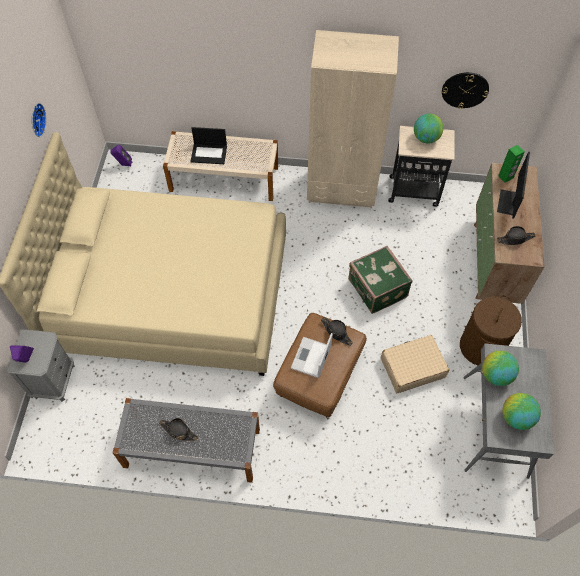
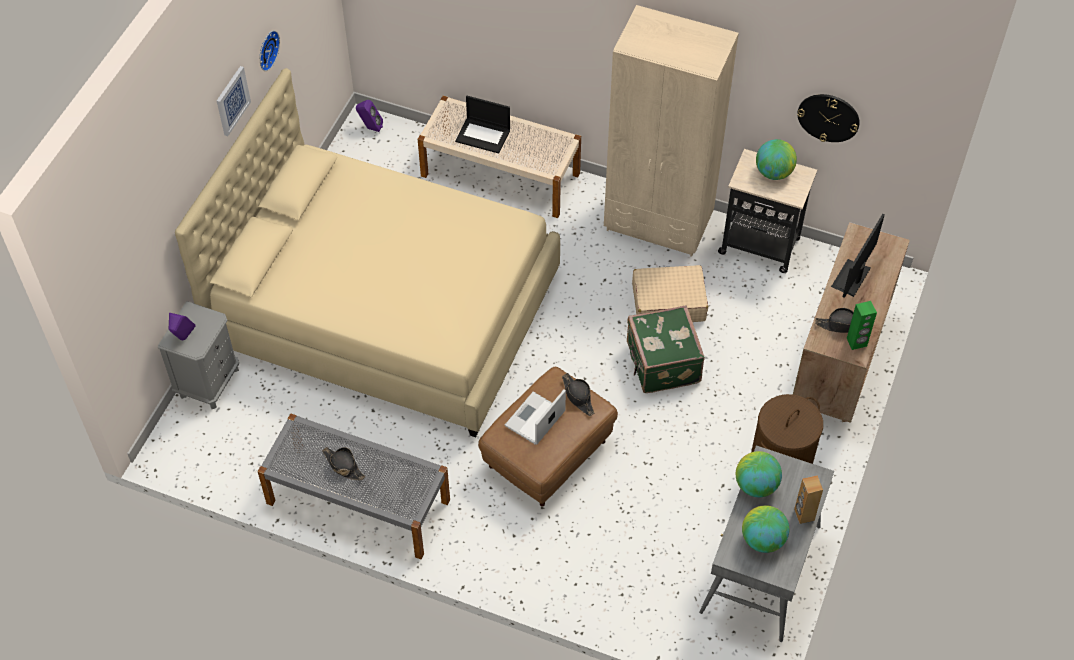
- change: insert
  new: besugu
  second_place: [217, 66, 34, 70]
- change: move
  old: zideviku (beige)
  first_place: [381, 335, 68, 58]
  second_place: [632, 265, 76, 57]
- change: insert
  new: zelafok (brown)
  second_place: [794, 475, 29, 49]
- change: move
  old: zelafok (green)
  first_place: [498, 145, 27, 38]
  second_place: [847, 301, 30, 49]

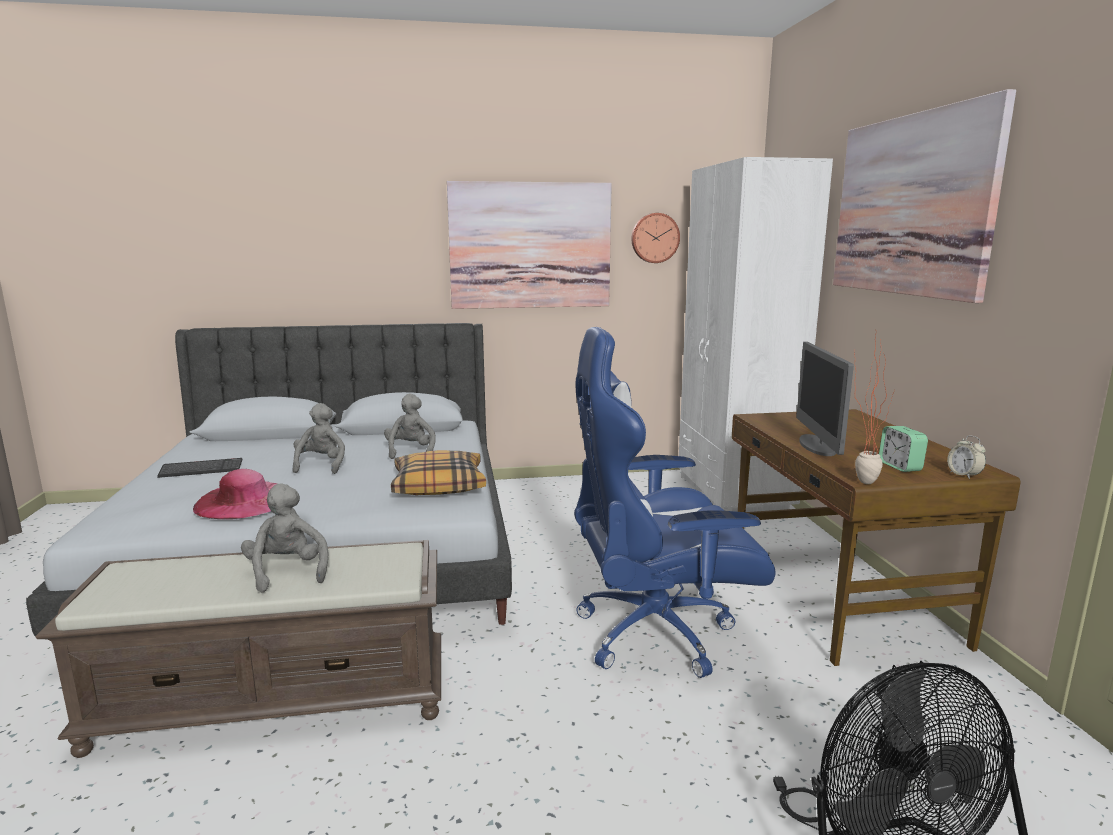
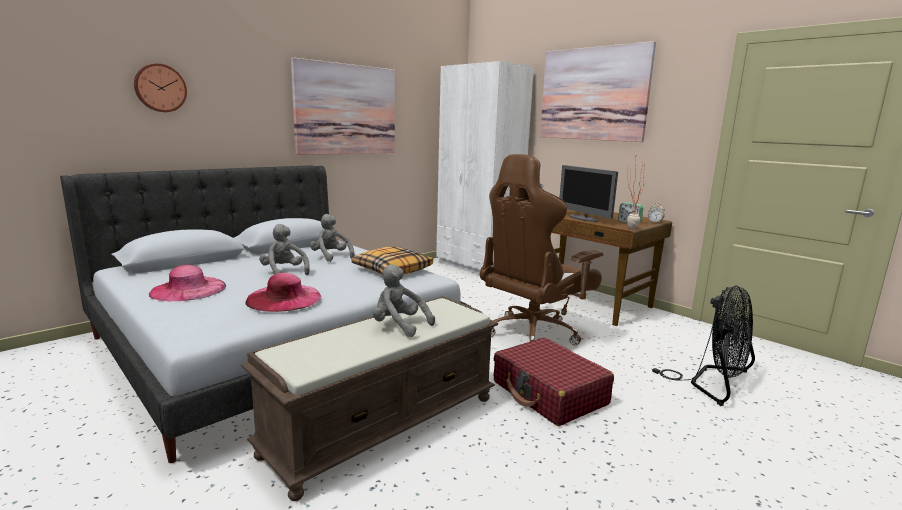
- change: move
  old: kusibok
  first_place: [631, 213, 49, 50]
  second_place: [134, 63, 53, 49]
- change: replace
  old: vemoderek
  new: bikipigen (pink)
  first_place: [157, 458, 85, 20]
  second_place: [149, 265, 77, 37]
- change: recolor
  old: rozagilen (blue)
  new: rozagilen (brown)
  first_place: [574, 327, 202, 351]
  second_place: [480, 154, 123, 191]
- change: insert
  new: zideviku (red)
  second_place: [494, 337, 120, 89]

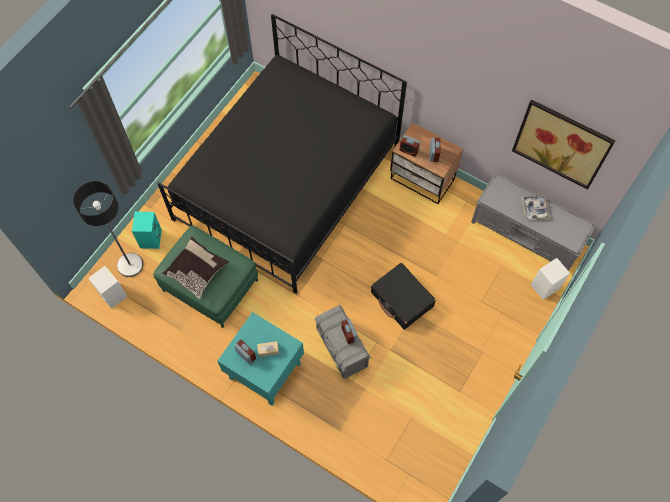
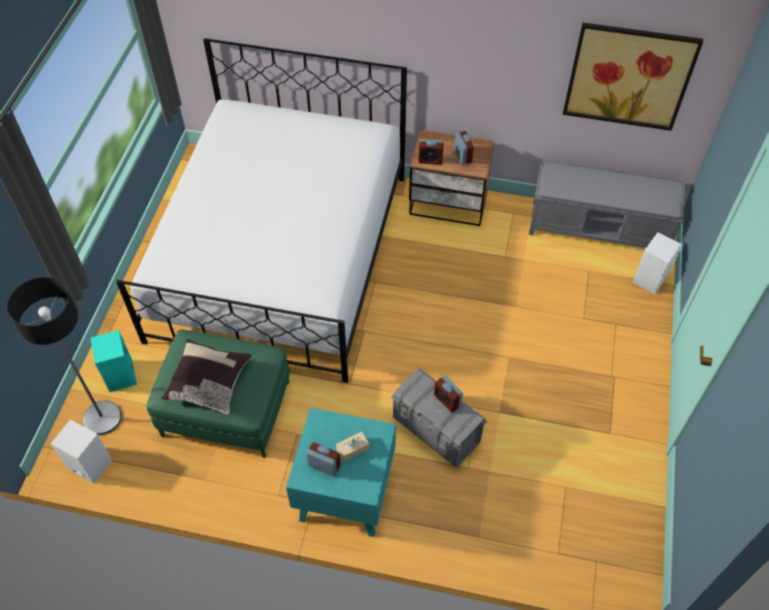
- change: recolor
  old: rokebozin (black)
  new: rokebozin (white)
  first_place: [157, 14, 250, 280]
  second_place: [116, 38, 291, 345]
- change: delete
  old: zideviku (black)
  first_place: [371, 263, 65, 67]
- change: delete
  old: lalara
  first_place: [522, 195, 28, 24]

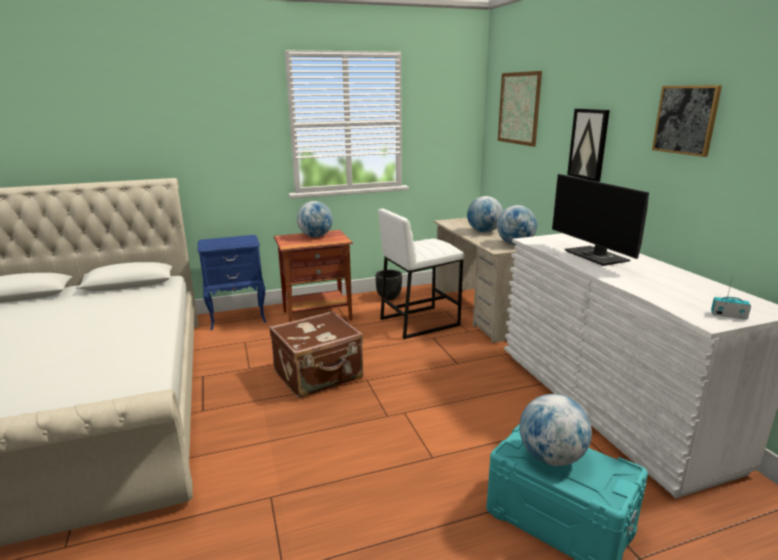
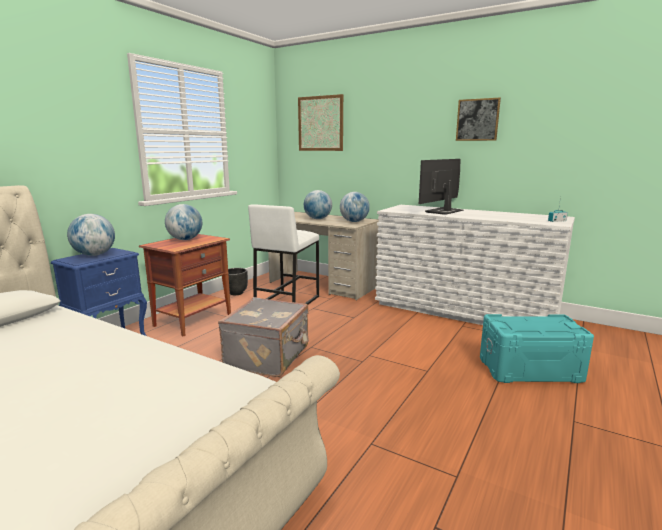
- change: move
  old: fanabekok
  first_place: [519, 394, 73, 72]
  second_place: [67, 214, 48, 42]
- change: recolor
  old: zideviku (brown)
  new: zideviku (grey)
  first_place: [269, 311, 94, 87]
  second_place: [218, 297, 91, 80]
- change: rotate
  old: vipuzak
  first_place: [552, 174, 97, 92]
  second_place: [419, 159, 44, 56]
  degrees: 105
- change: delete
  old: besugu
  first_place: [567, 109, 43, 73]

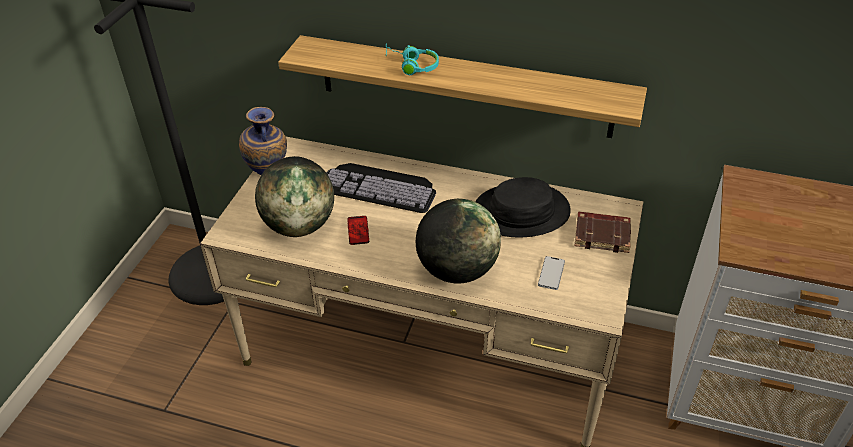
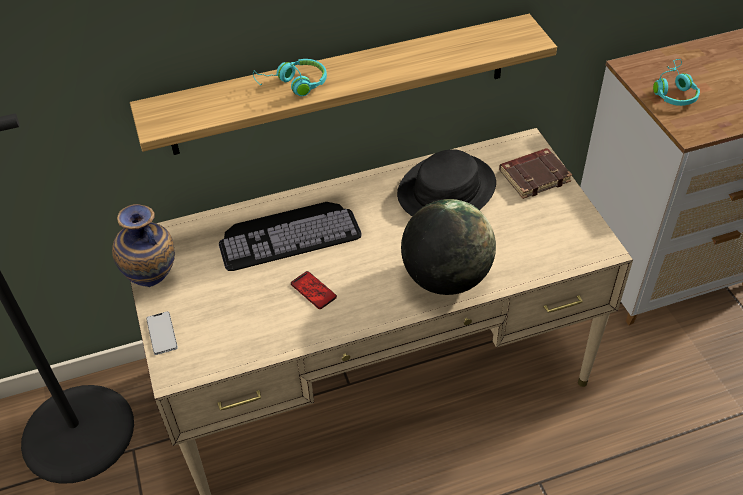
- change: move
  old: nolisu
  first_place: [538, 256, 27, 34]
  second_place: [146, 311, 32, 44]
- change: insert
  new: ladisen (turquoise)
  second_place: [653, 59, 47, 47]
- change: delete
  old: fanabekok
  first_place: [255, 156, 79, 81]

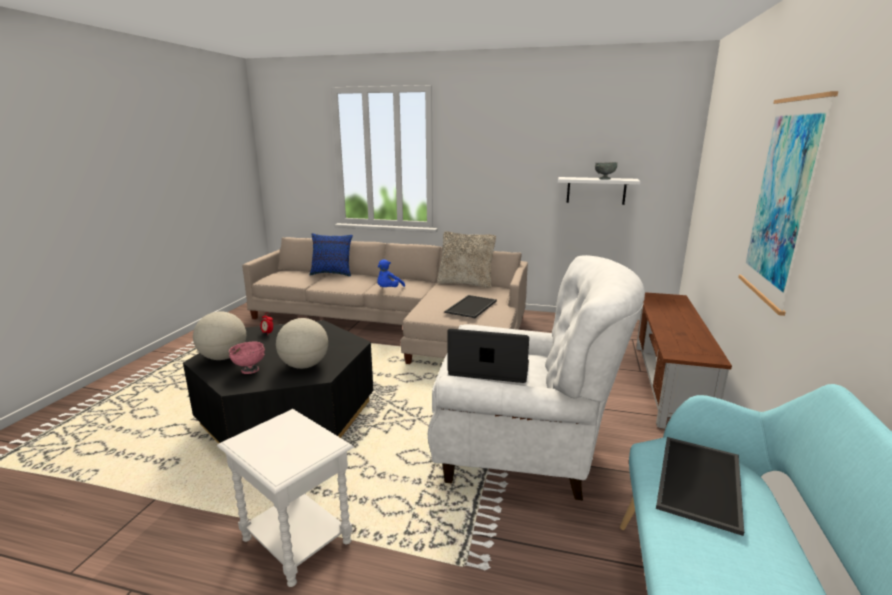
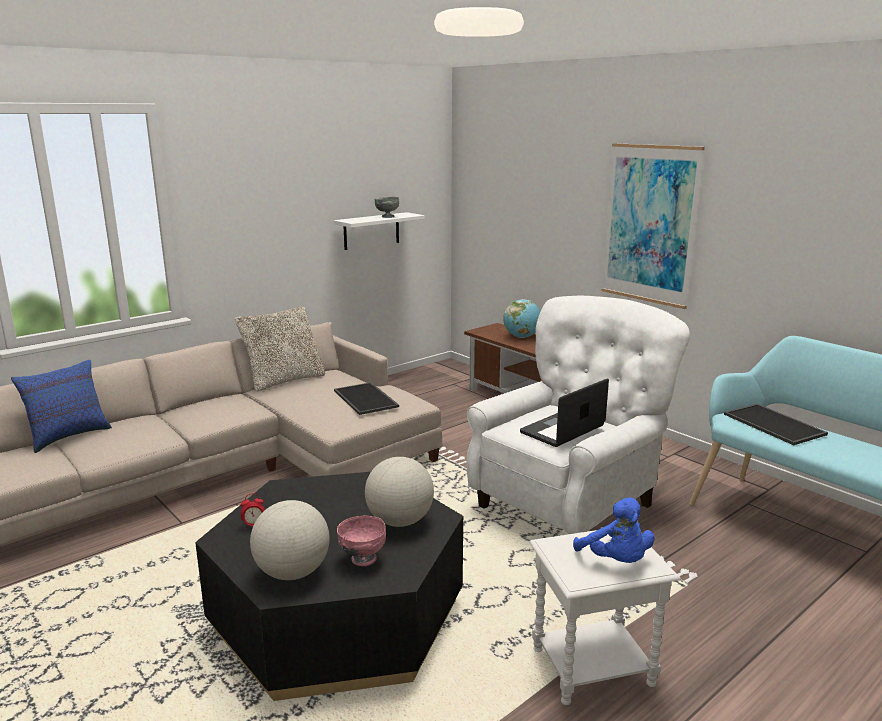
- change: insert
  new: fanabekok
  second_place: [503, 299, 38, 39]
- change: move
  old: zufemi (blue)
  first_place: [377, 259, 28, 28]
  second_place: [573, 497, 81, 66]

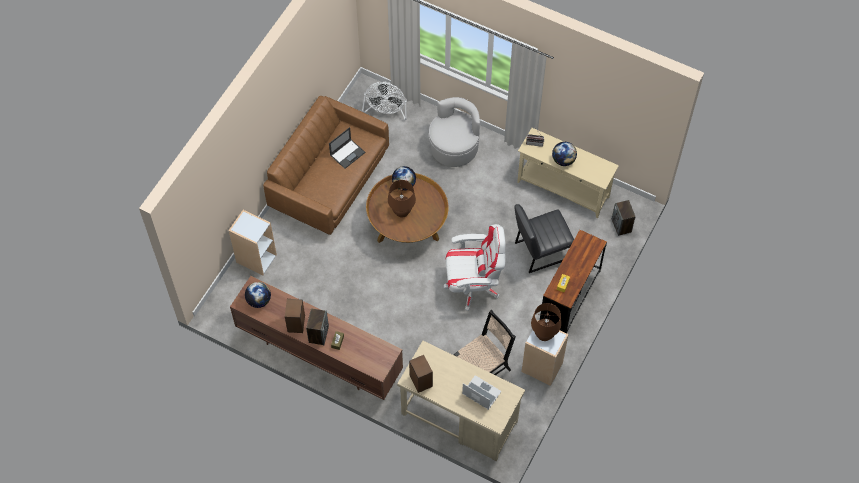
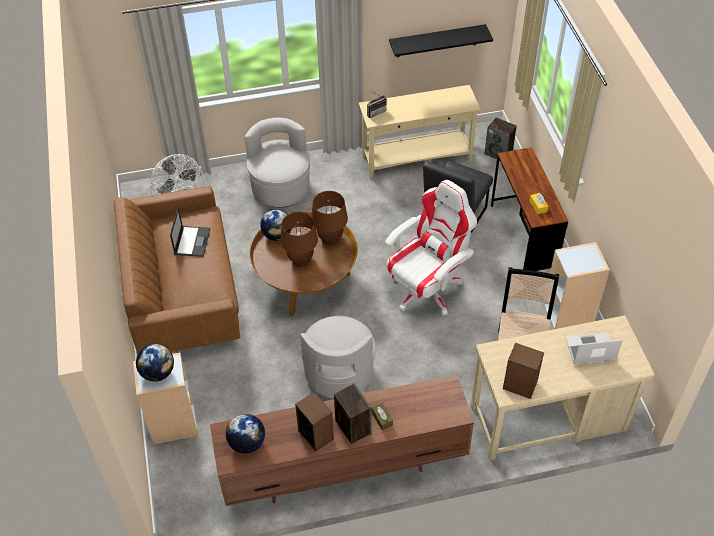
- change: move
  old: fanabekok
  first_place: [552, 142, 25, 24]
  second_place: [136, 344, 38, 38]
- change: insert
  new: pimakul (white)
  second_place: [300, 316, 75, 83]
- change: move
  old: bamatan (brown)
  first_place: [531, 303, 30, 38]
  second_place: [311, 191, 37, 54]
- change: insert
  new: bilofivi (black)
  second_place: [389, 24, 104, 33]

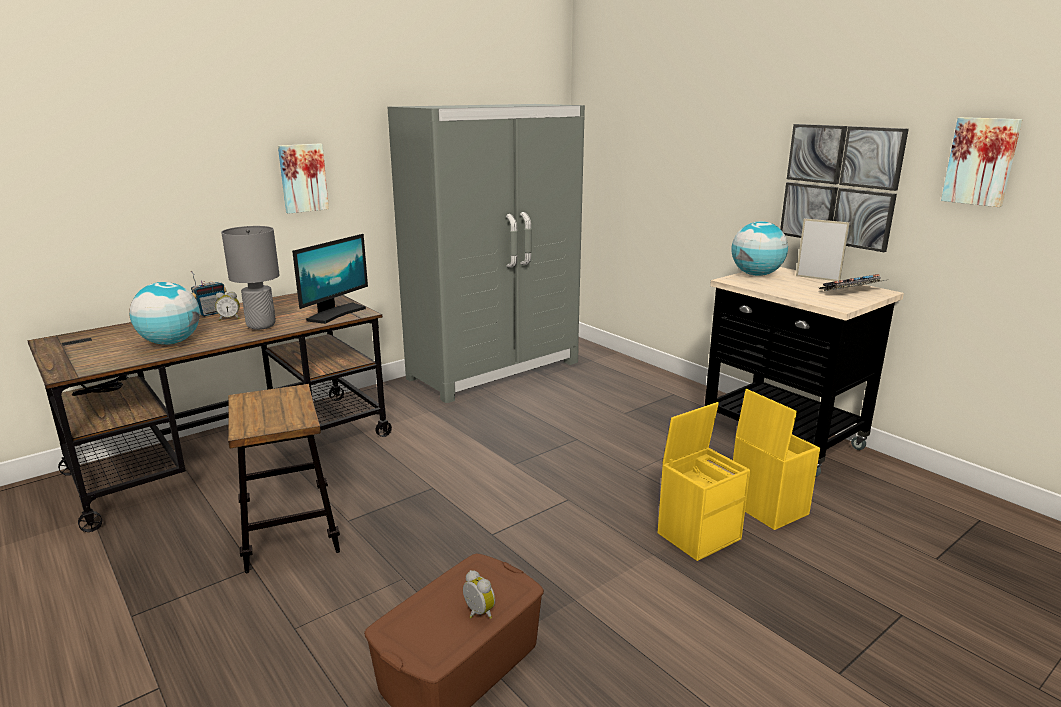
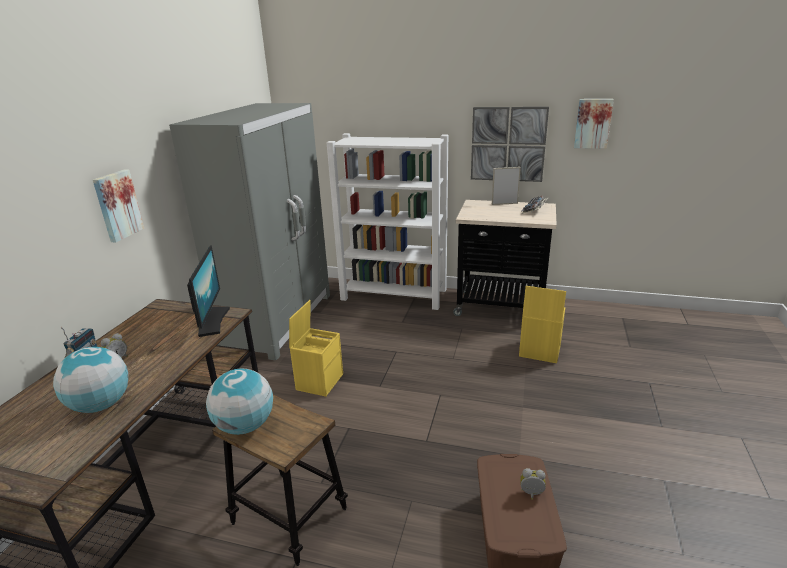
- change: move
  old: fanabekok
  first_place: [731, 221, 57, 55]
  second_place: [206, 368, 67, 67]
- change: move
  old: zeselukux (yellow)
  first_place: [658, 402, 92, 159]
  second_place: [289, 300, 54, 97]
- change: insert
  new: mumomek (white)
  second_place: [326, 133, 122, 177]
- change: delete
  old: bamatan (grey)
  first_place: [221, 226, 59, 104]

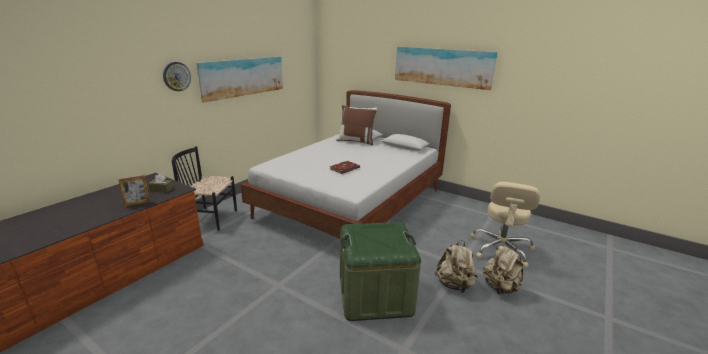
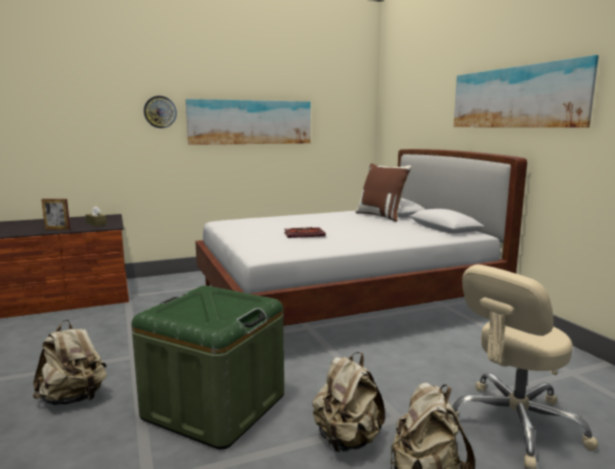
- change: insert
  new: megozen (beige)
  second_place: [32, 320, 75, 85]
- change: delete
  old: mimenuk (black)
  first_place: [172, 146, 65, 85]

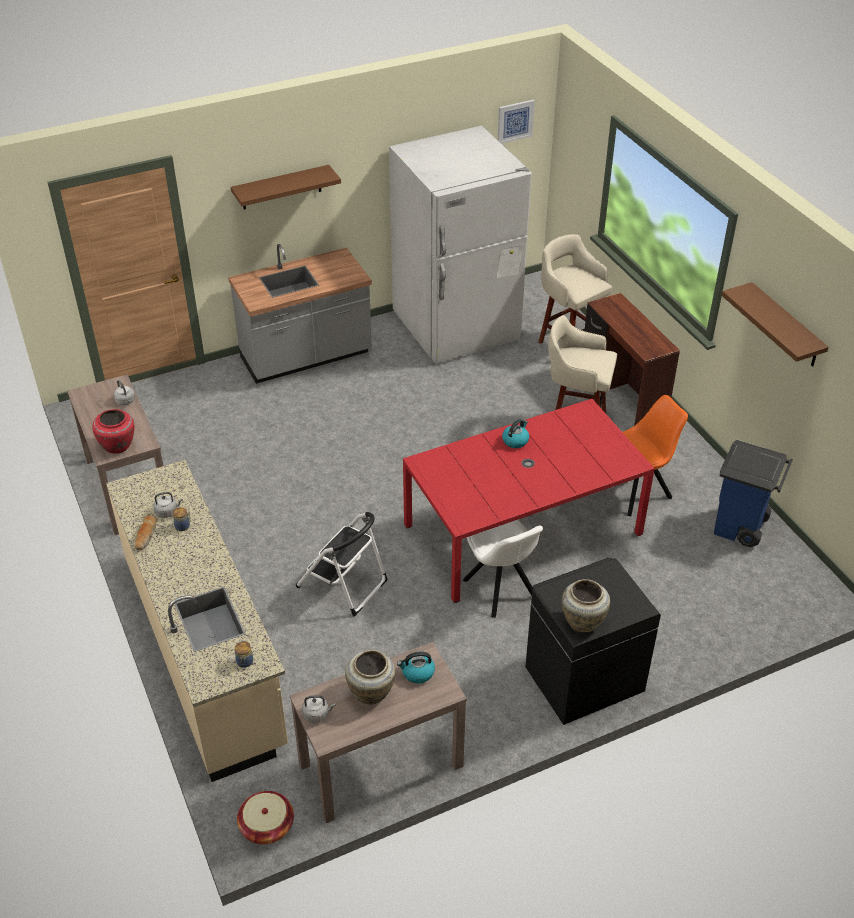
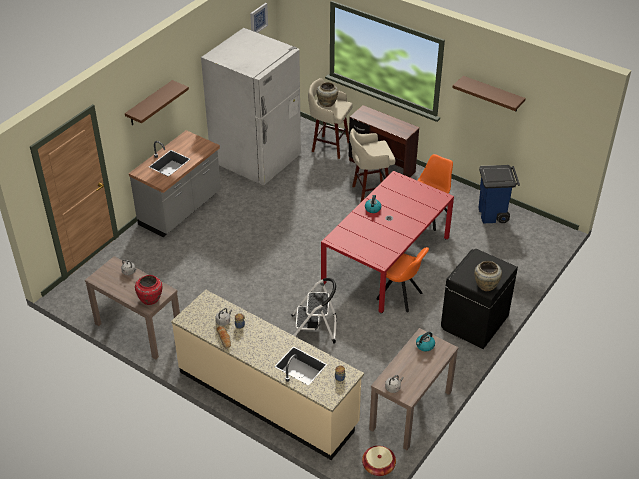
- change: move
  old: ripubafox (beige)
  first_place: [345, 650, 50, 55]
  second_place: [317, 82, 21, 25]
- change: recolor
  old: mimenuk (white)
  new: mimenuk (orange)
  first_place: [463, 520, 80, 98]
  second_place: [376, 247, 53, 65]

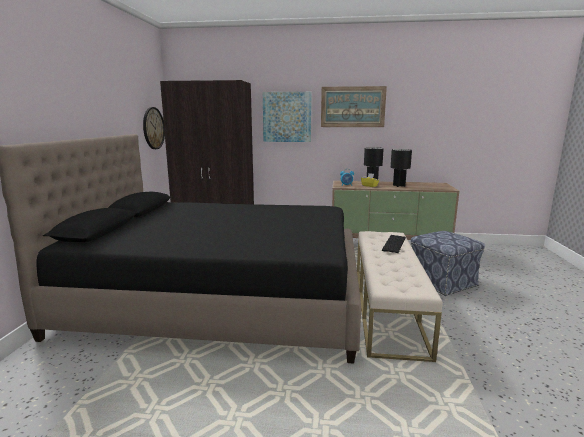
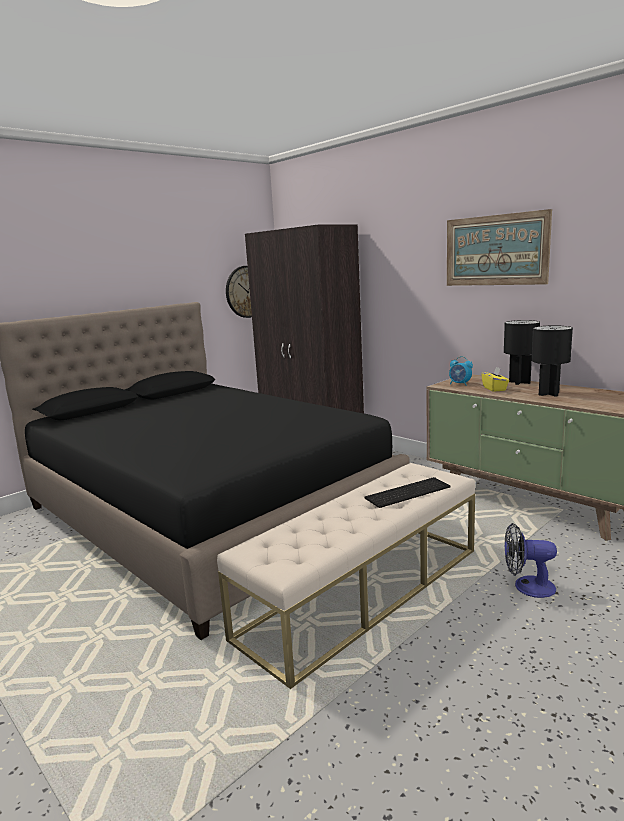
- change: replace
  old: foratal
  new: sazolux
  first_place: [411, 231, 74, 65]
  second_place: [505, 523, 52, 75]
- change: delete
  old: besugu
  first_place: [263, 92, 49, 50]

